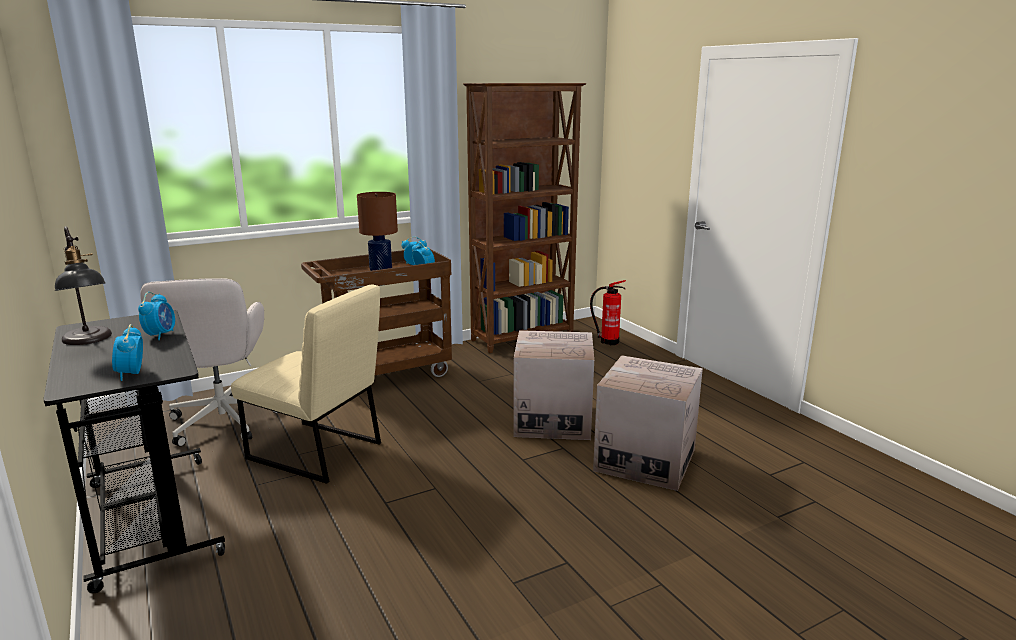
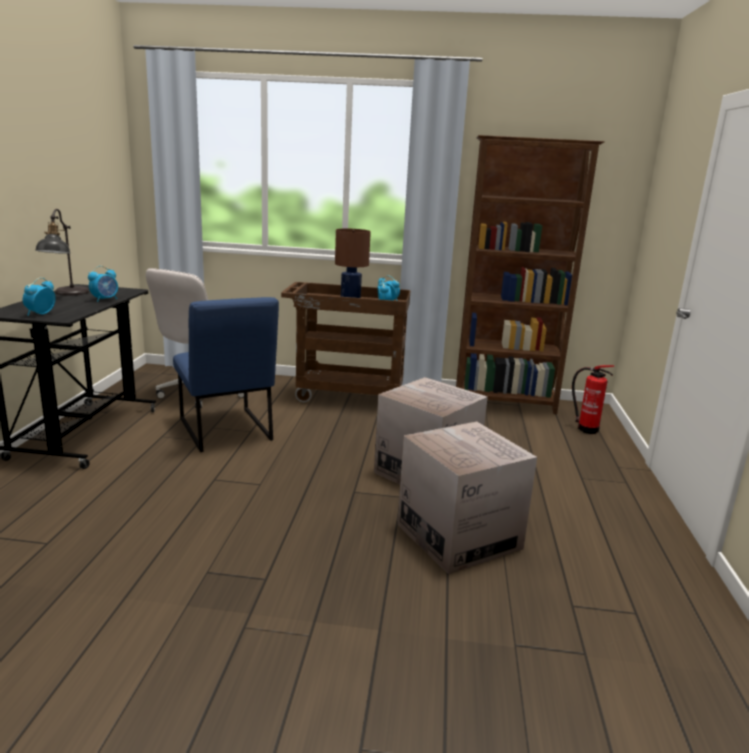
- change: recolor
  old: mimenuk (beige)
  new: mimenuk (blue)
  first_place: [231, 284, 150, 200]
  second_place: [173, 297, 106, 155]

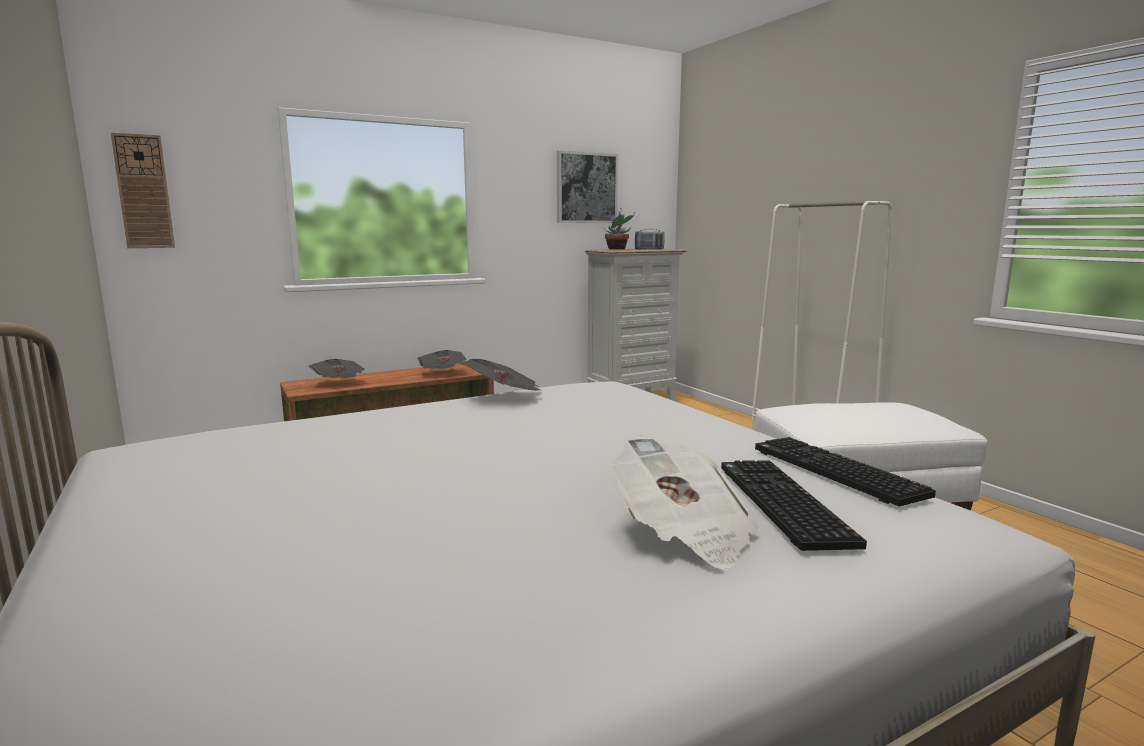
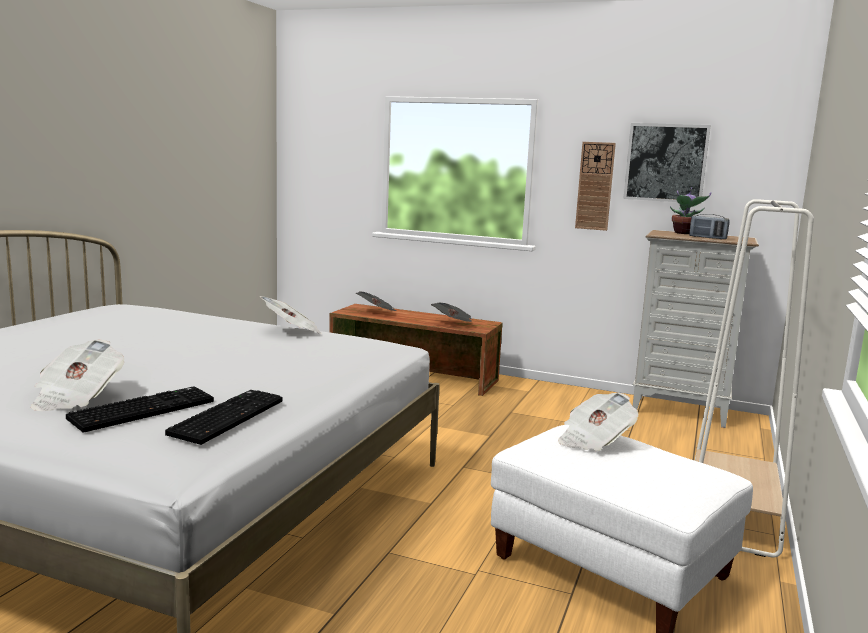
- change: insert
  new: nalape
  second_place: [558, 393, 80, 58]
- change: move
  old: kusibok
  first_place: [111, 132, 64, 116]
  second_place: [575, 142, 41, 89]

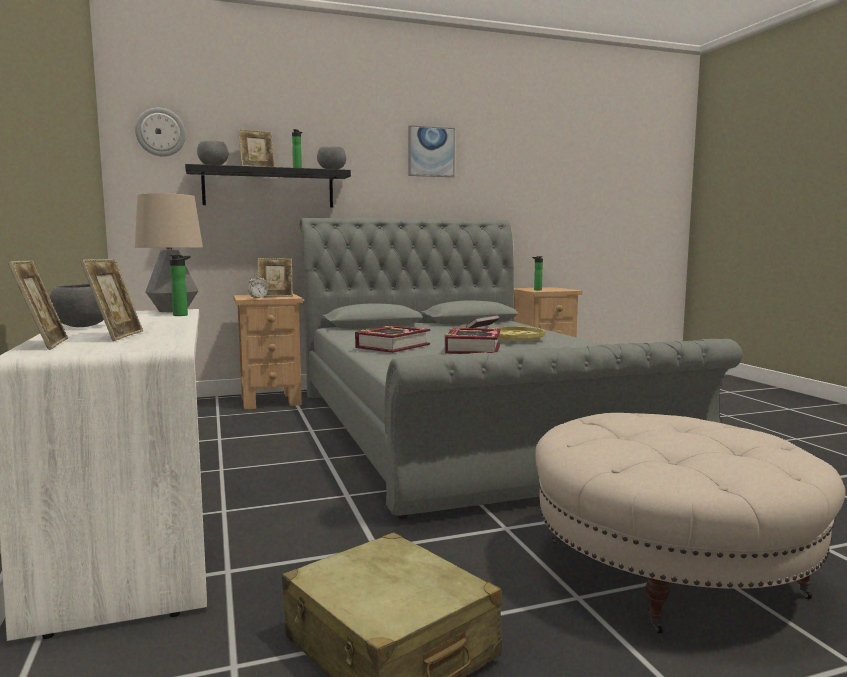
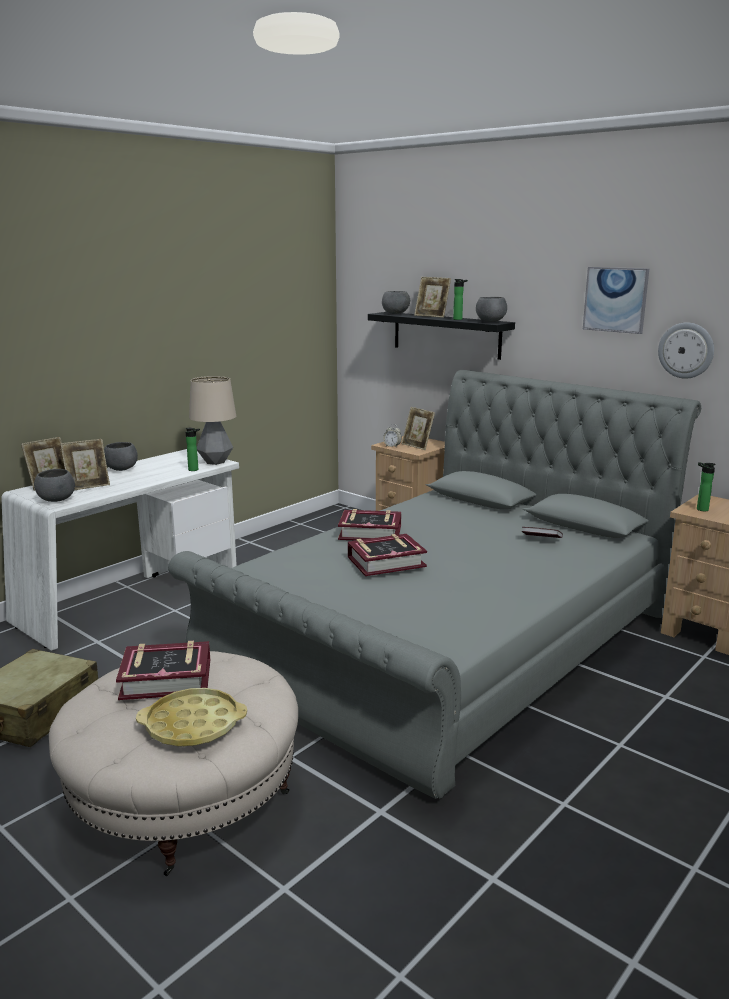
- change: insert
  new: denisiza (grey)
  second_place: [34, 469, 41, 33]
- change: insert
  new: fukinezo
  second_place: [116, 641, 94, 59]
- change: move
  old: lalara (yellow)
  first_place: [491, 326, 54, 16]
  second_place: [136, 688, 111, 58]
- change: move
  old: kusibok
  first_place: [135, 108, 51, 49]
  second_place: [658, 322, 56, 57]

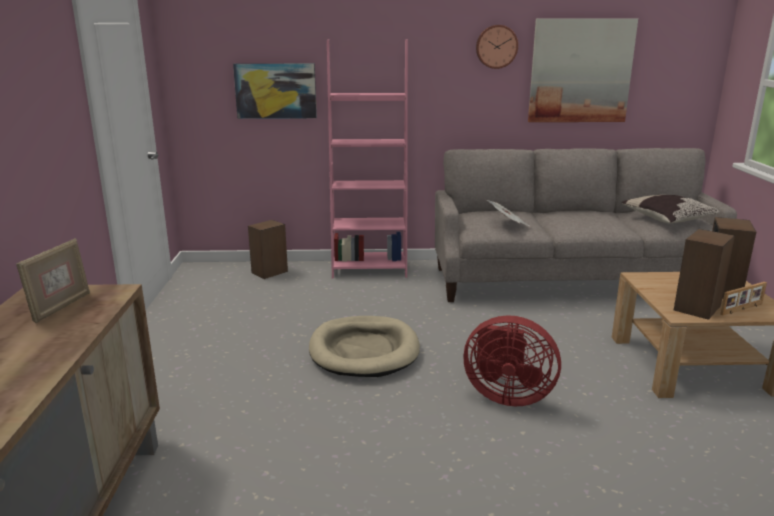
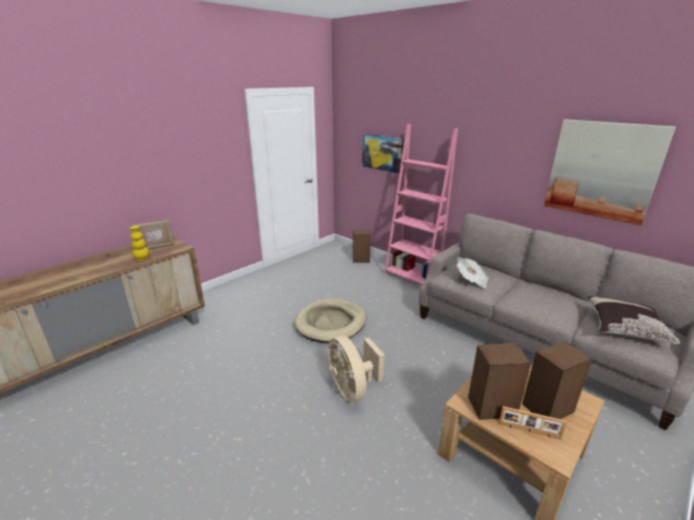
- change: insert
  new: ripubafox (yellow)
  second_place: [130, 226, 19, 35]
- change: recolor
  old: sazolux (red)
  new: sazolux (beige)
  first_place: [463, 315, 98, 91]
  second_place: [328, 336, 57, 66]
- change: delete
  old: kusibok
  first_place: [476, 25, 42, 44]

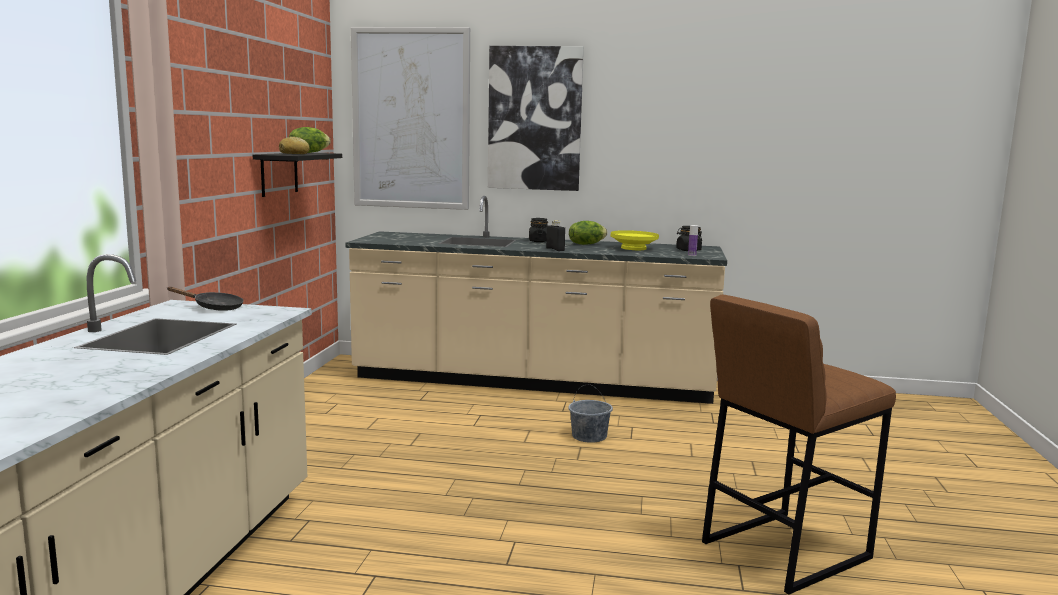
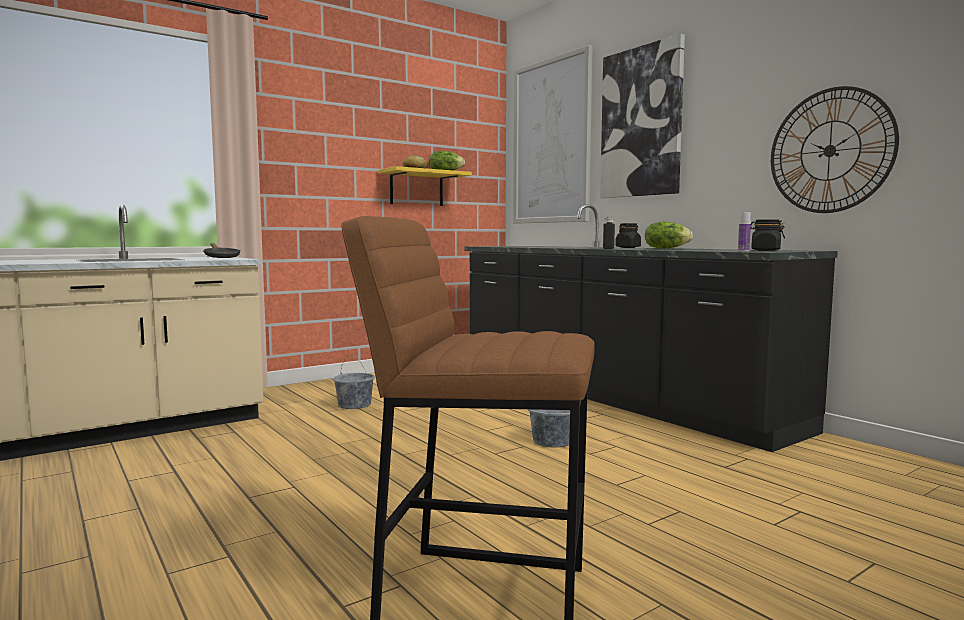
- change: insert
  new: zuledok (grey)
  second_place: [333, 355, 42, 54]
- change: recolor
  old: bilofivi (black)
  new: bilofivi (yellow)
  first_place: [253, 153, 89, 44]
  second_place: [378, 166, 94, 40]
- change: recolor
  old: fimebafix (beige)
  new: fimebafix (black)
  first_place: [345, 196, 382, 208]
  second_place: [464, 204, 374, 248]
- change: insert
  new: kusibok
  second_place: [771, 86, 128, 127]
- change: delete
  old: denisiza (yellow)
  first_place: [611, 230, 48, 20]

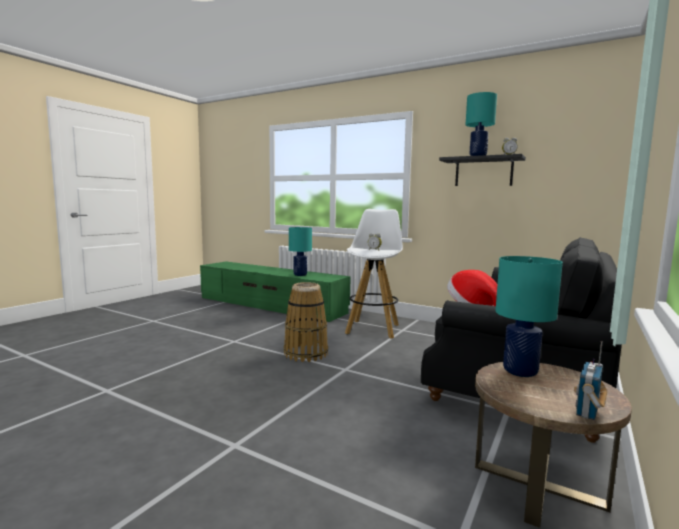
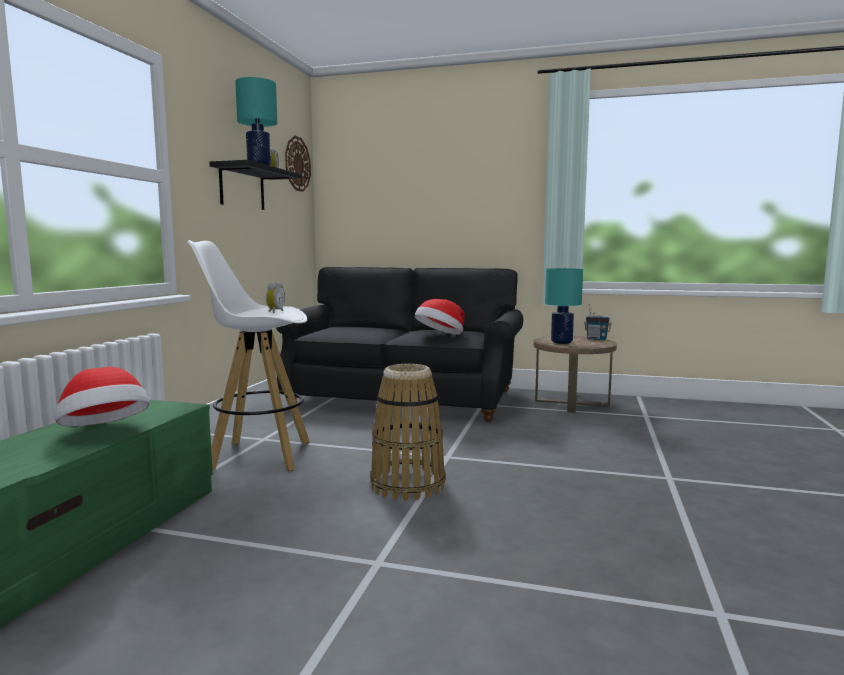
- change: replace
  old: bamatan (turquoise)
  new: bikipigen
  first_place: [289, 227, 23, 49]
  second_place: [55, 367, 95, 60]
- change: insert
  new: kusibok
  second_place: [285, 135, 26, 57]

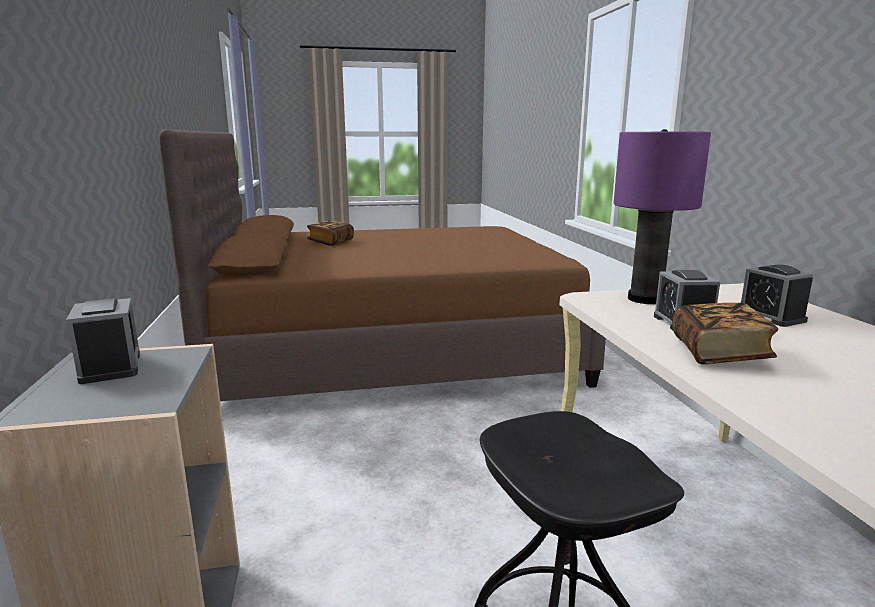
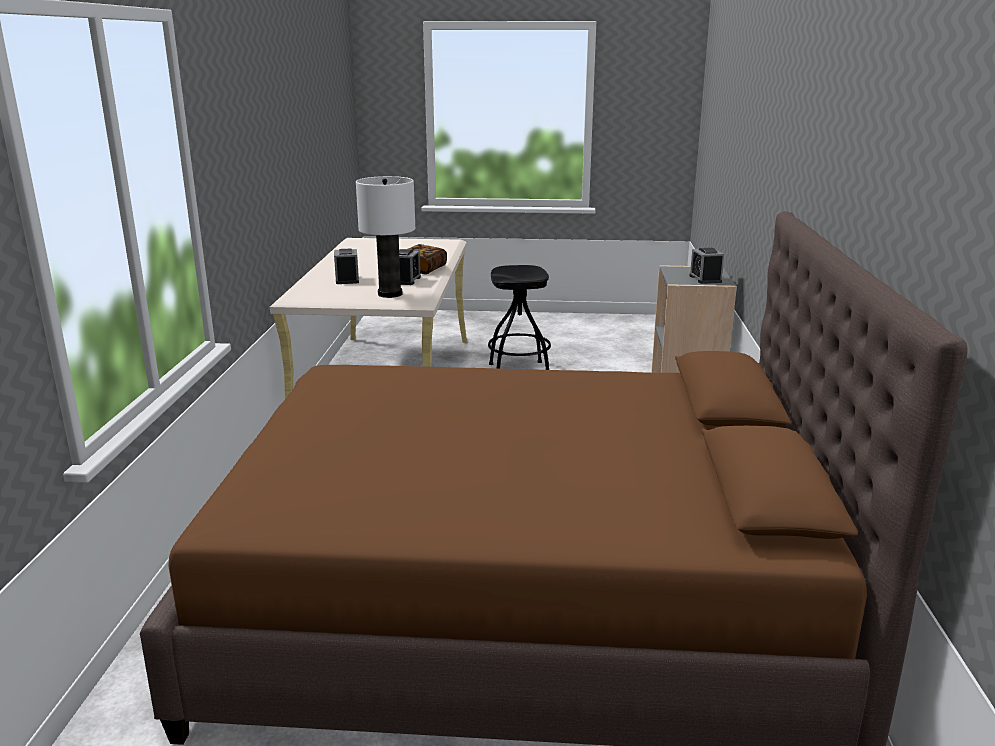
- change: recolor
  old: bamatan (purple)
  new: bamatan (white)
  first_place: [614, 129, 97, 175]
  second_place: [356, 176, 59, 122]
- change: delete
  old: fukinezo
  first_place: [307, 220, 47, 26]

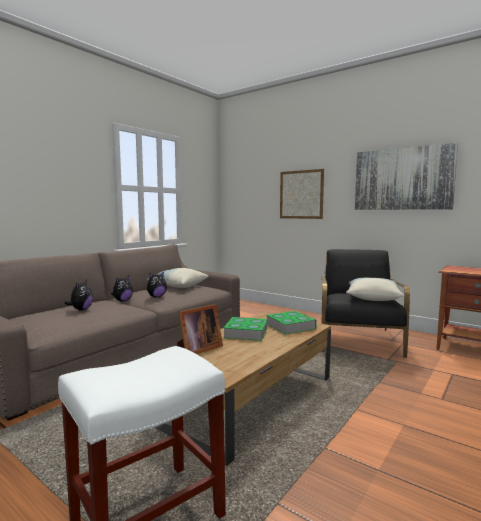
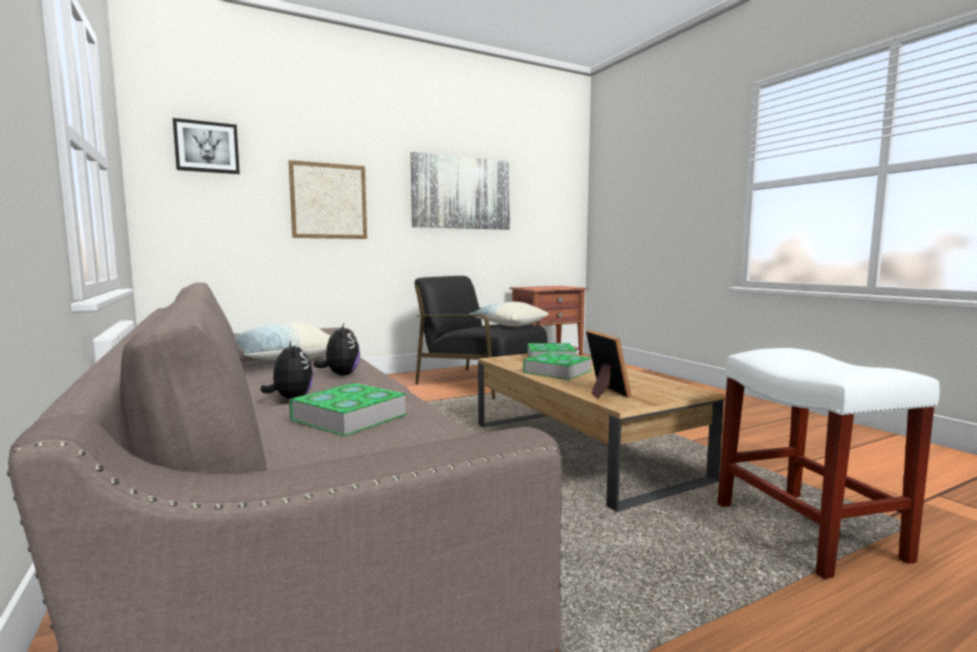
- change: insert
  new: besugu
  second_place: [173, 118, 67, 56]
- change: replace
  old: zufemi
  new: fukinezo
  first_place: [64, 280, 29, 30]
  second_place: [289, 383, 118, 53]

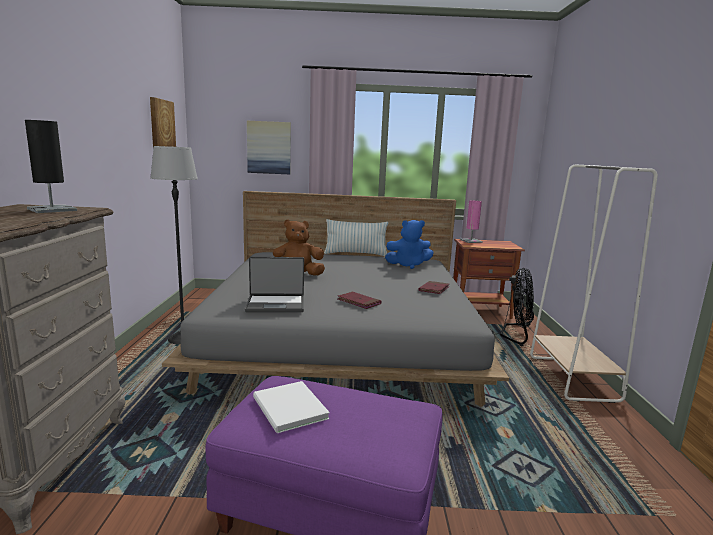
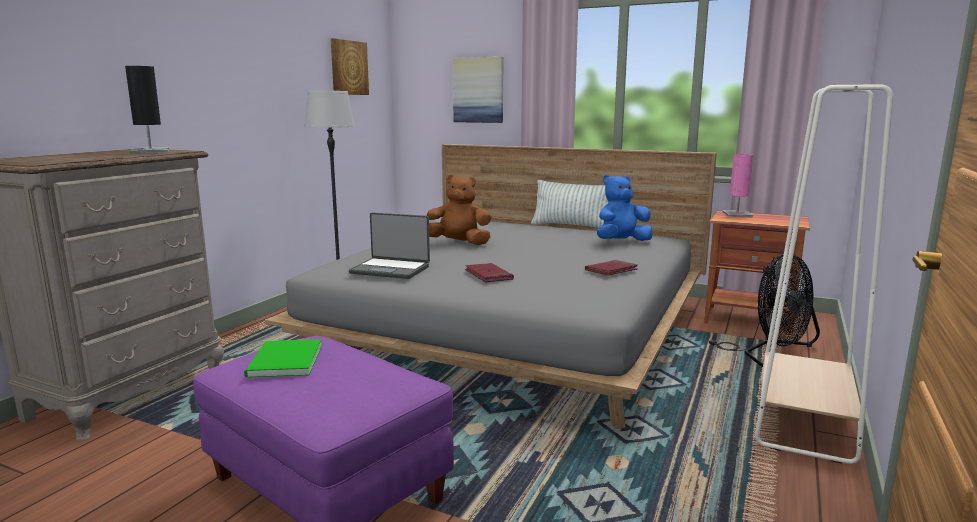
- change: recolor
  old: fukinezo (white)
  new: fukinezo (green)
  first_place: [253, 381, 77, 52]
  second_place: [244, 339, 78, 39]
- change: rotate
  old: zufemi (blue)
  first_place: [385, 220, 49, 49]
  second_place: [597, 175, 56, 66]
  degrees: 135

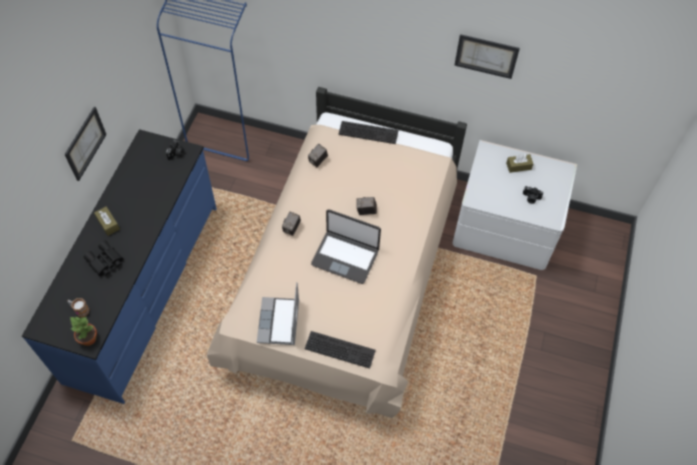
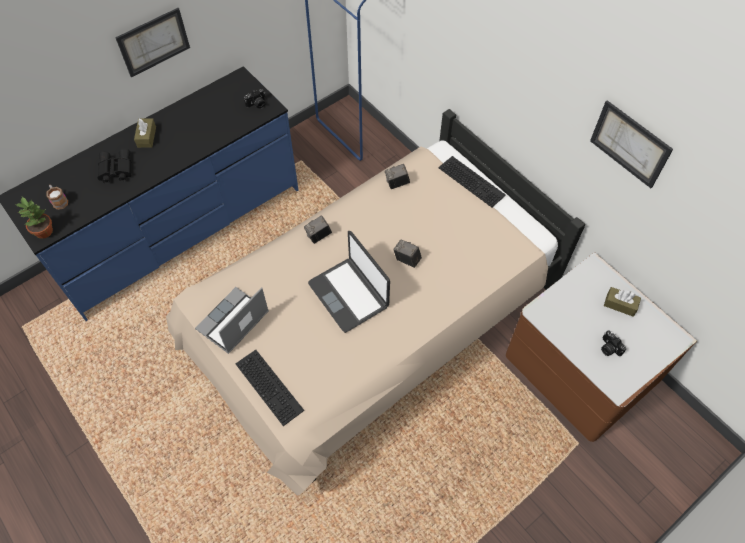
- change: recolor
  old: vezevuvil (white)
  new: vezevuvil (brown)
  first_place: [453, 140, 124, 130]
  second_place: [506, 252, 191, 190]

